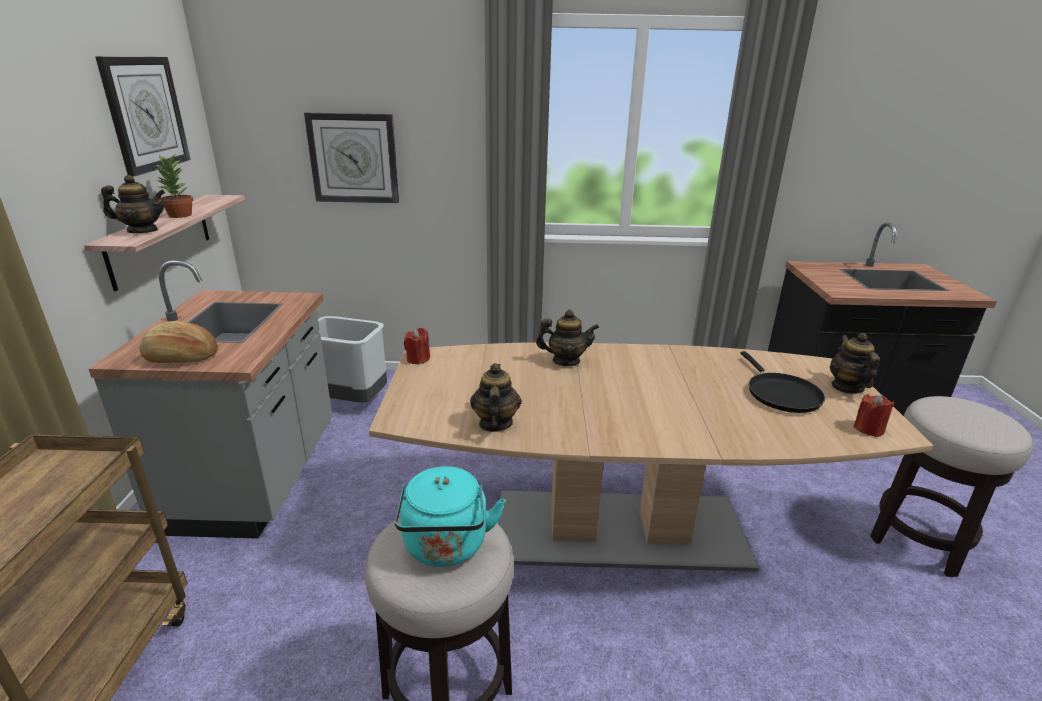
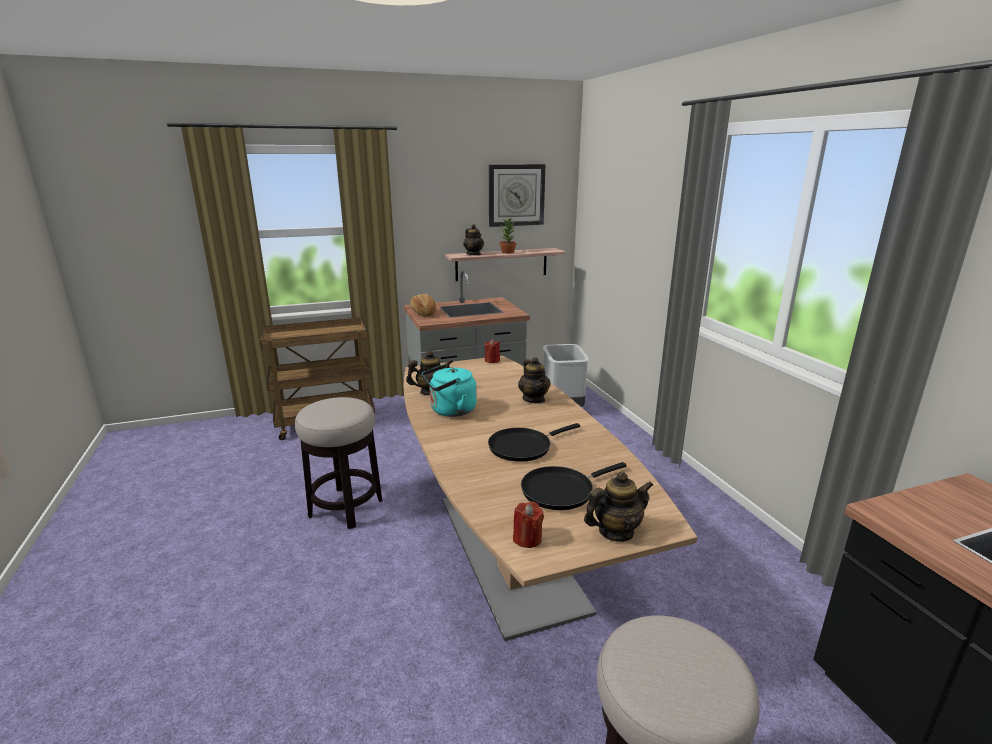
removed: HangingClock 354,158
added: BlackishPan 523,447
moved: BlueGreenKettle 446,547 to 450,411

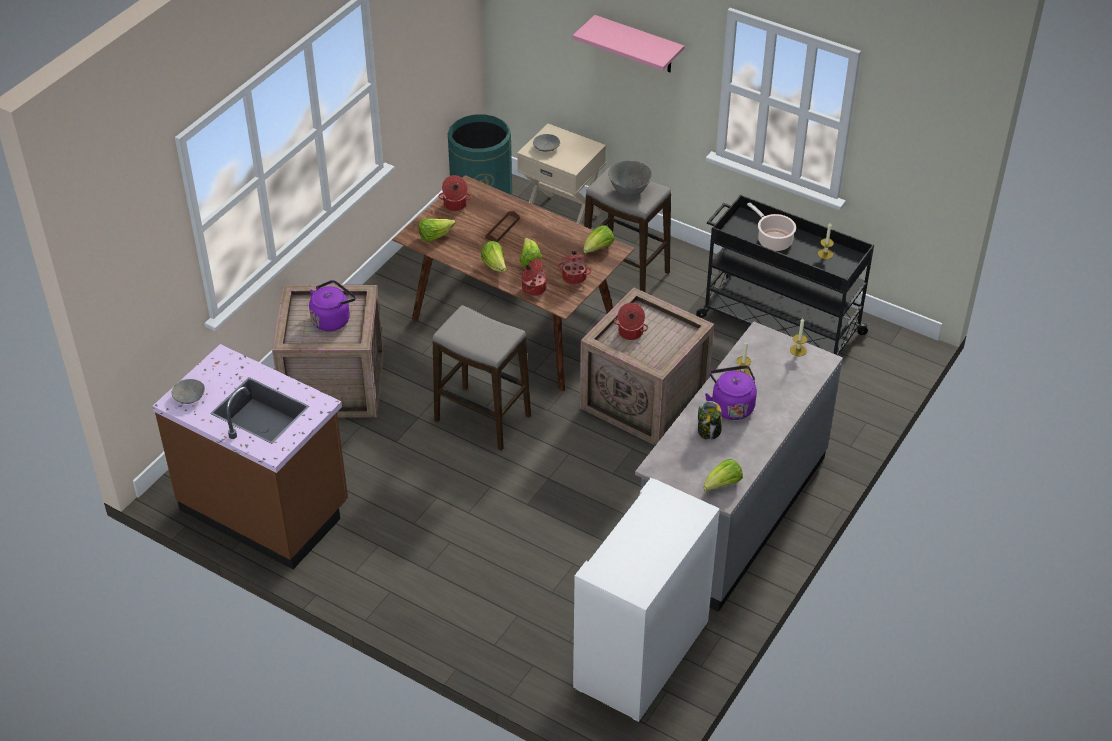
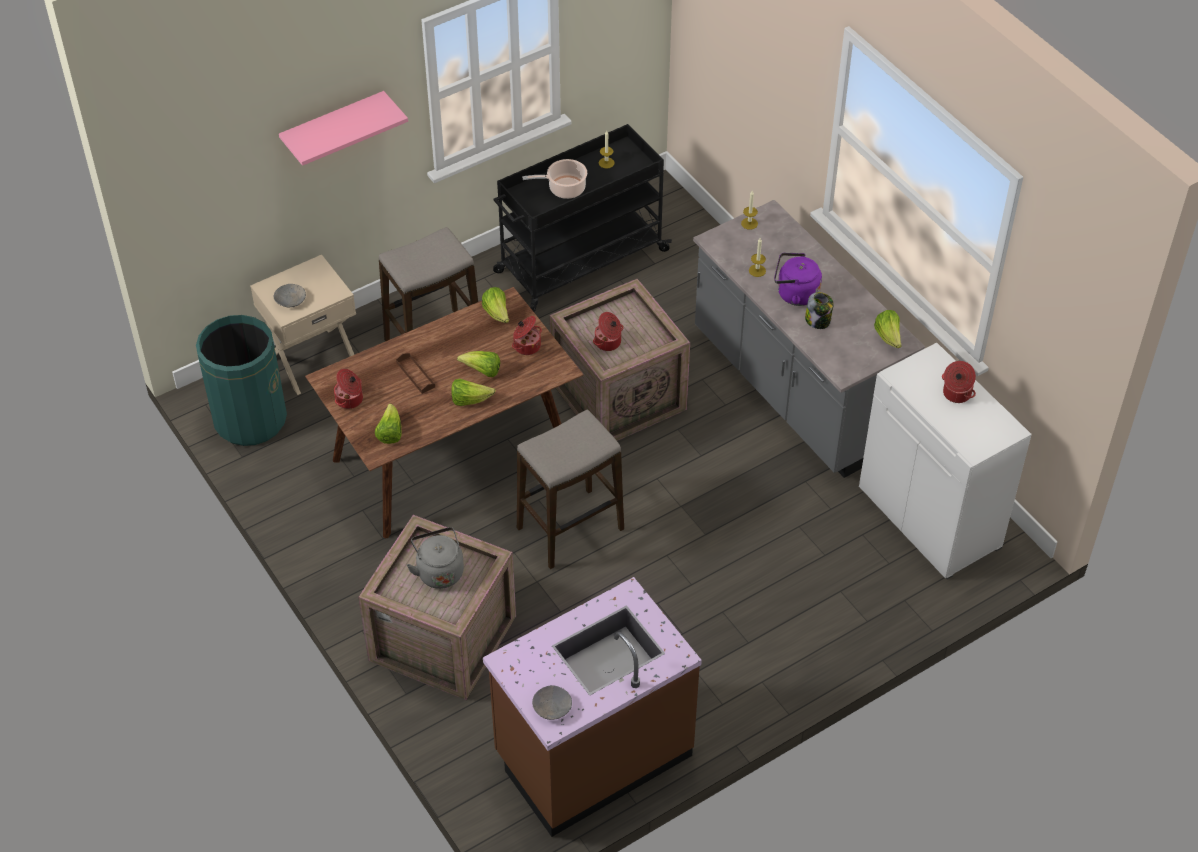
removed: GrayServingBowl 629,190
moved: Stockpot 533,288 to 956,394
recoloured: PurpleColouredKettle 332,319 to GrayKettle 439,571

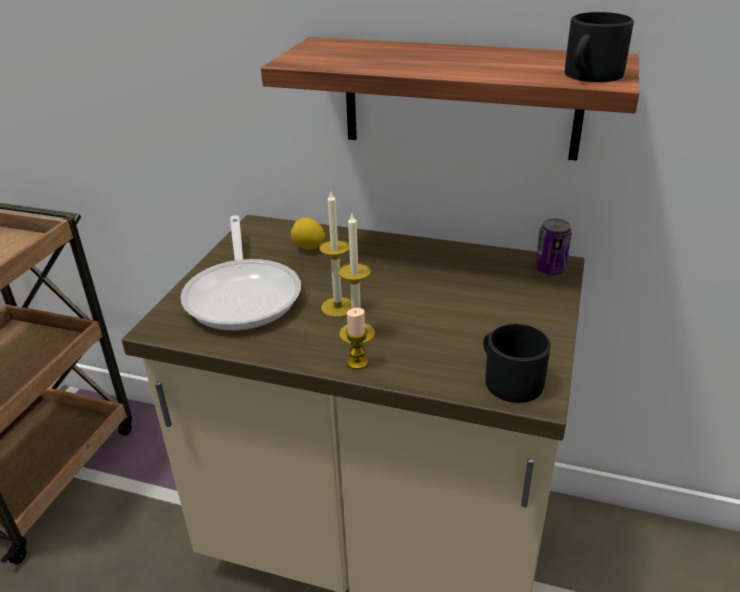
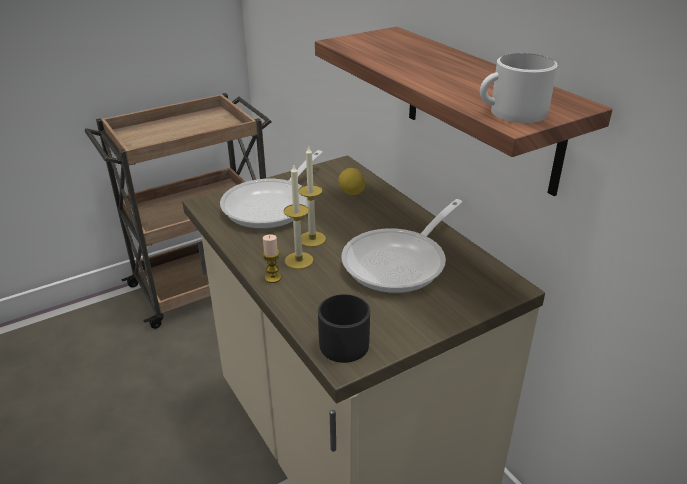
removed: Can 550,269
added: Pan 400,262
recoloured: BlackishMug 590,75 to WhiteMug 511,112

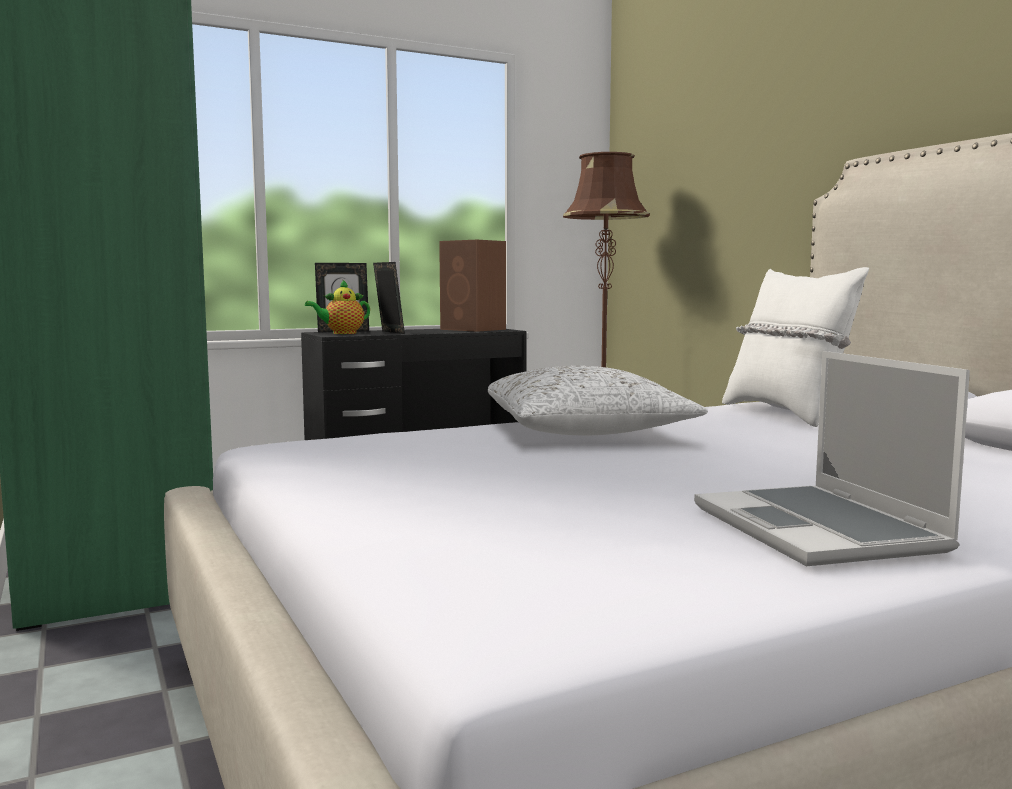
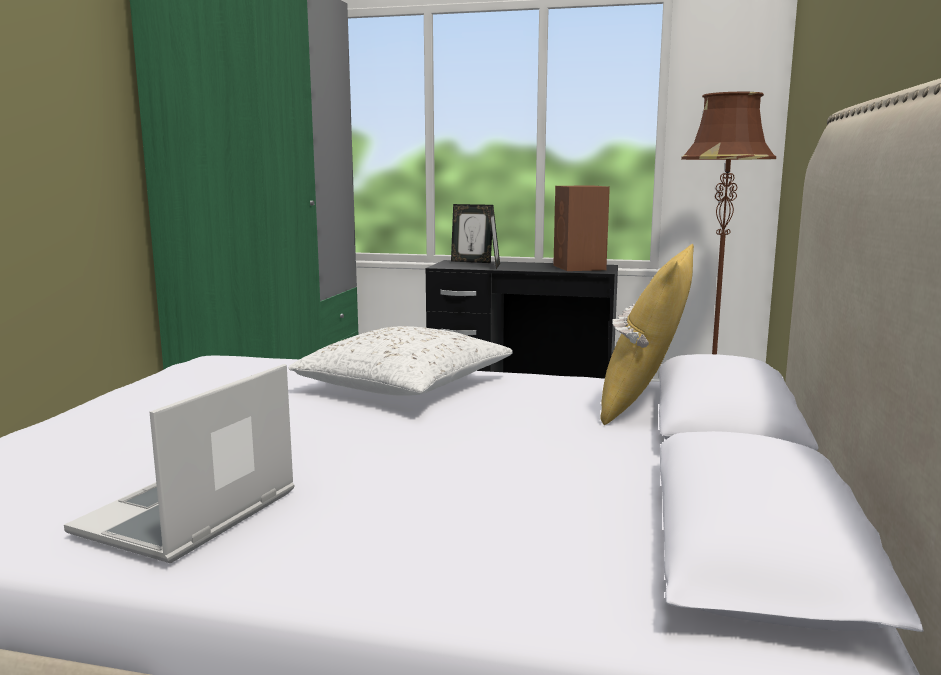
removed: PotForTea 341,333
recoloured: WhiteCushion 786,413 to YellowishCushion 646,403

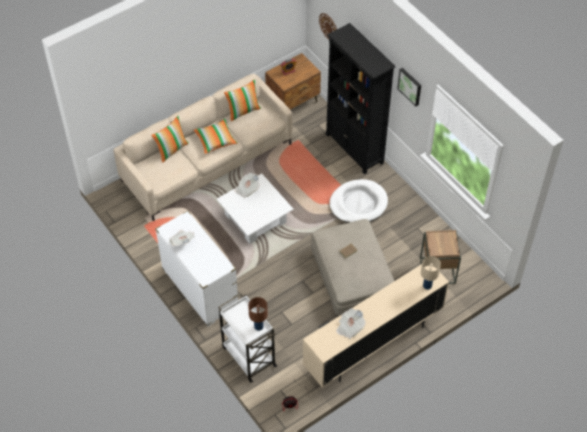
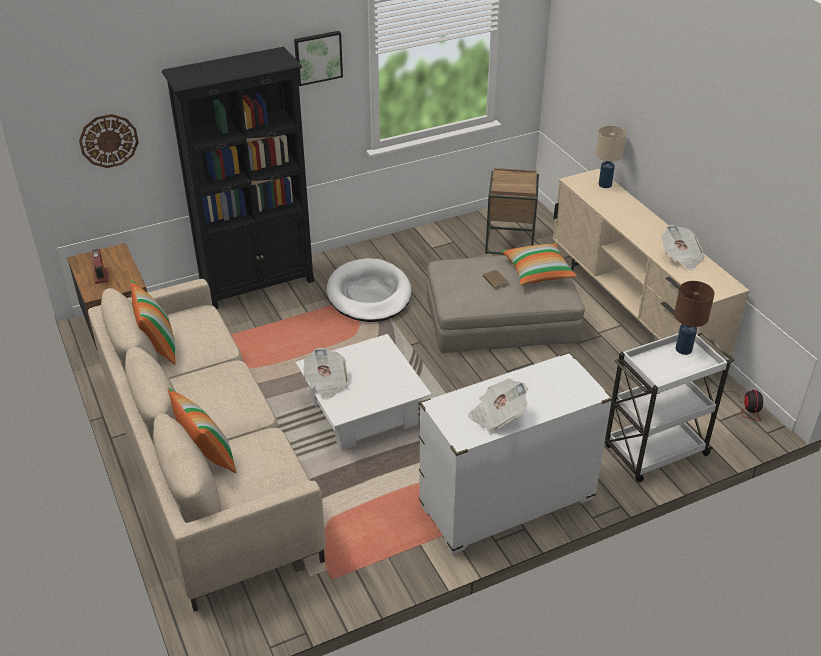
moved: Cushion 215,140 to 537,272

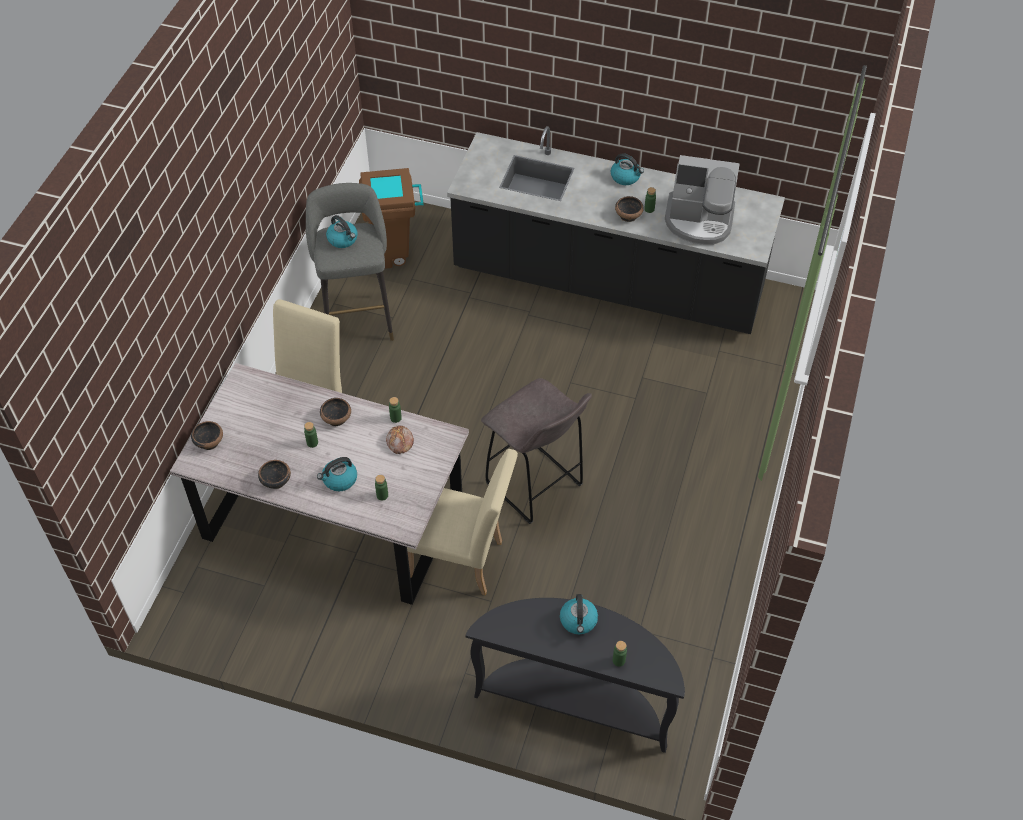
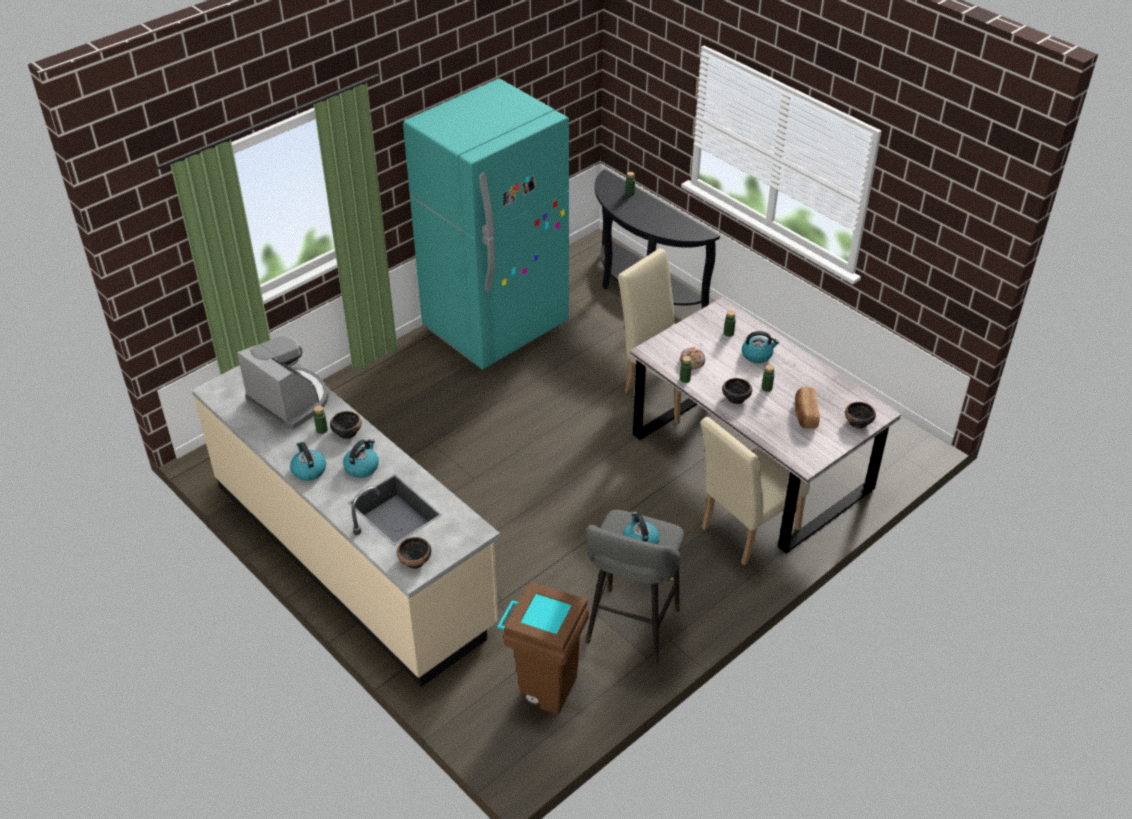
removed: GrayStoolSeat 536,486
added: BlueGreenRefrigerator 496,326; BakeryBread 805,414
moved: ServingBowl 275,481 to 415,560; Kettle 578,621 to 362,467
recoloured: BlackishCounter 608,281 to BeigeColouredCounter 353,553

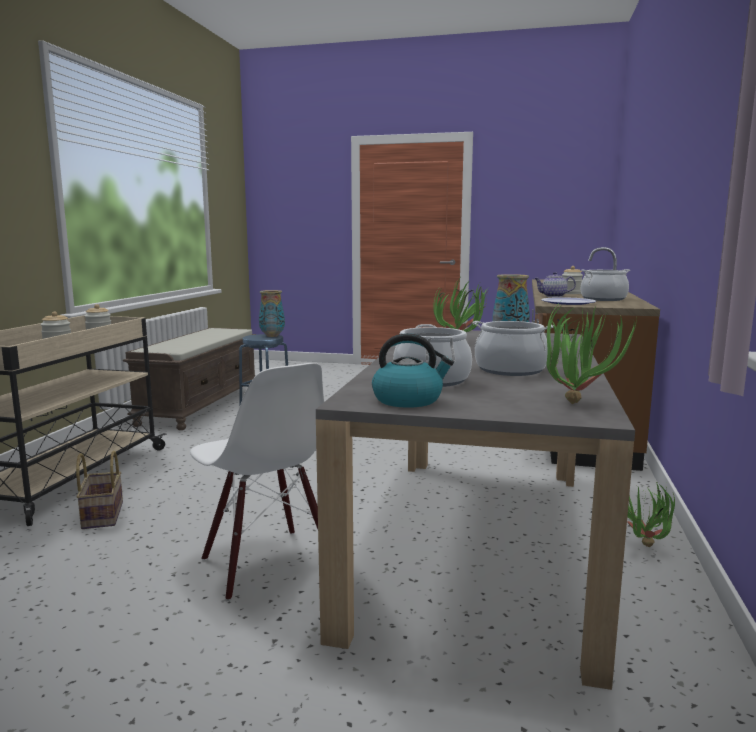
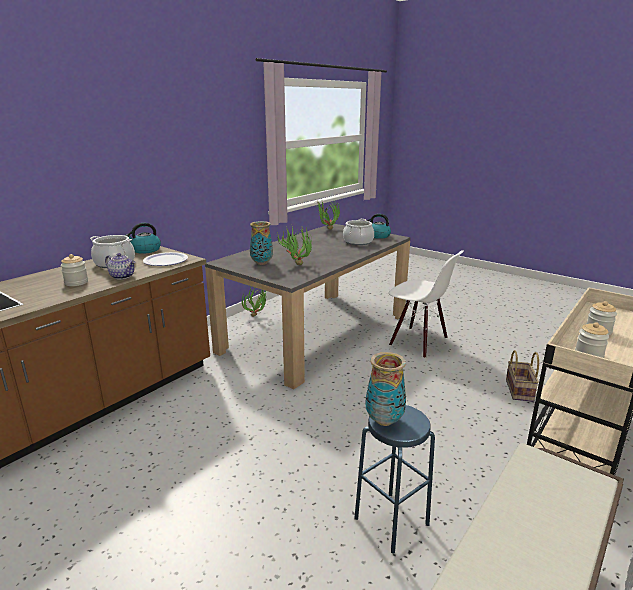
removed: Stockpot 510,370
added: Kettle 145,250
turned: WhiteUprightChair 266,563 = 418,342 135 degrees clockwise

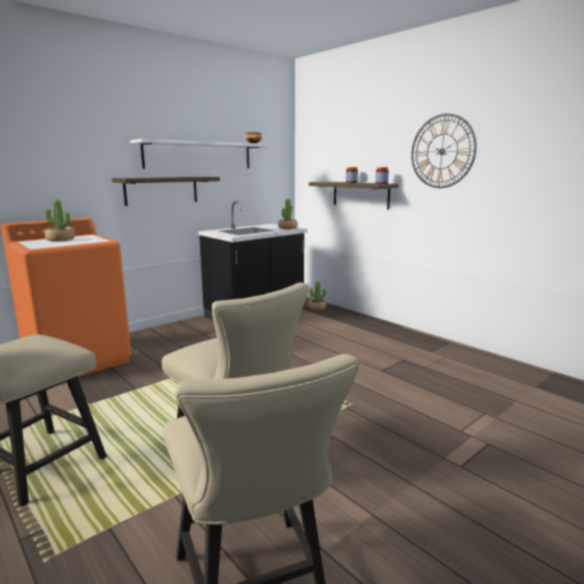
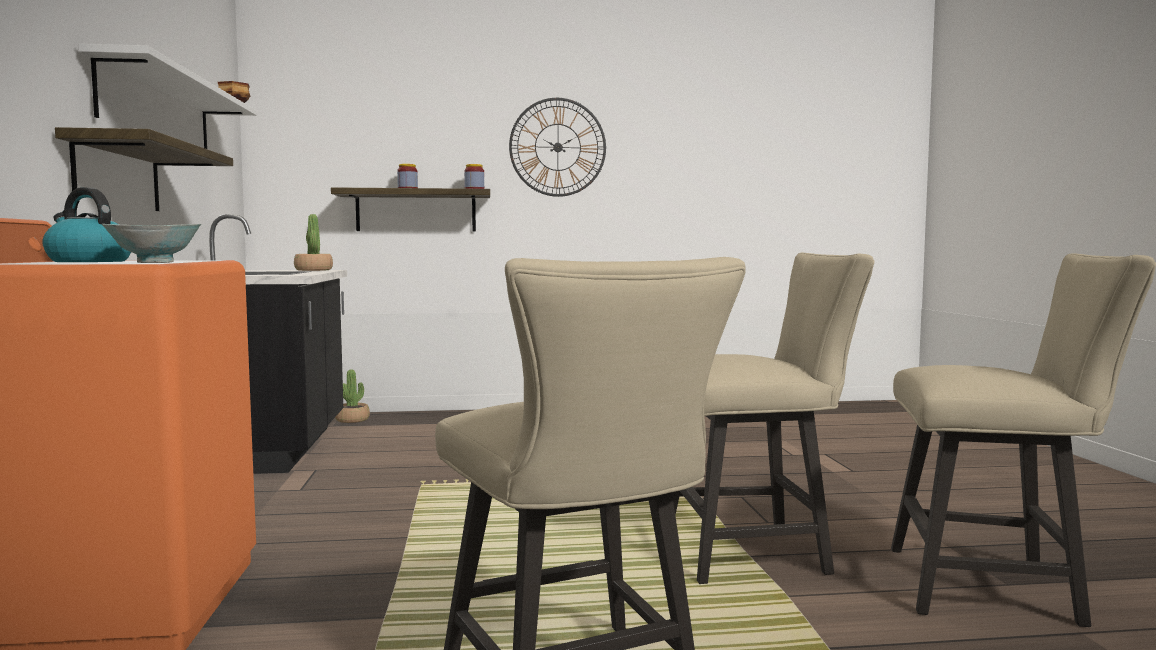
added: ServingBowl 154,262
replaced: PottedPlant 60,240 to Kettle 88,261

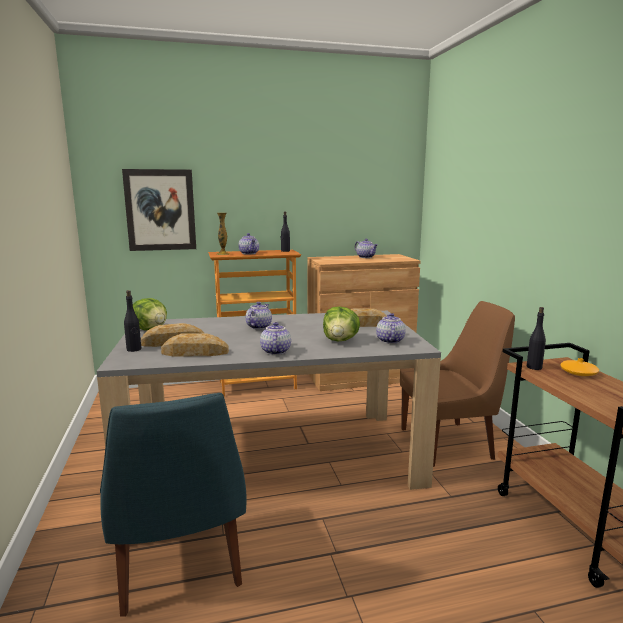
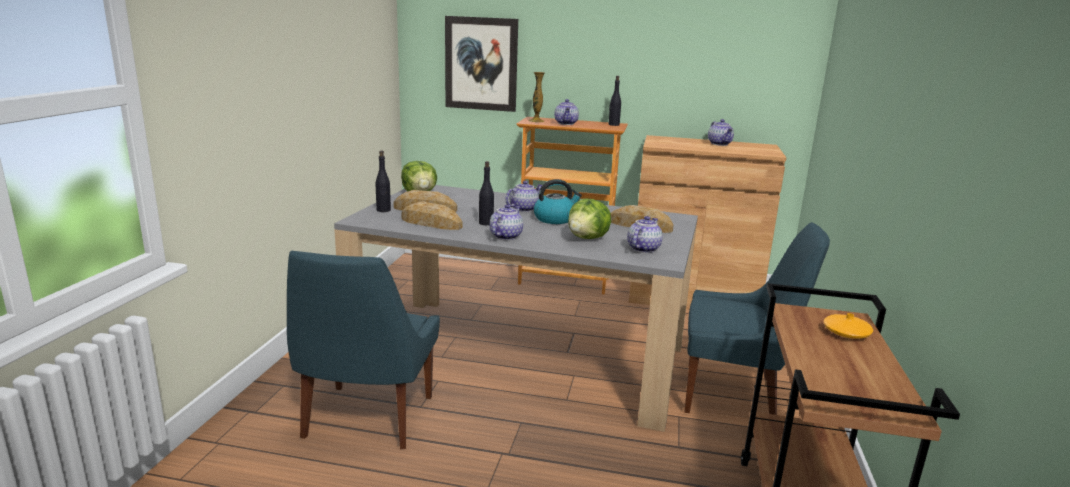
added: Kettle 555,219
moved: BlackishBottle 534,367 to 486,223
recoloured: BrownUprightChair 449,443 to BlueColouredUprightChair 734,396

